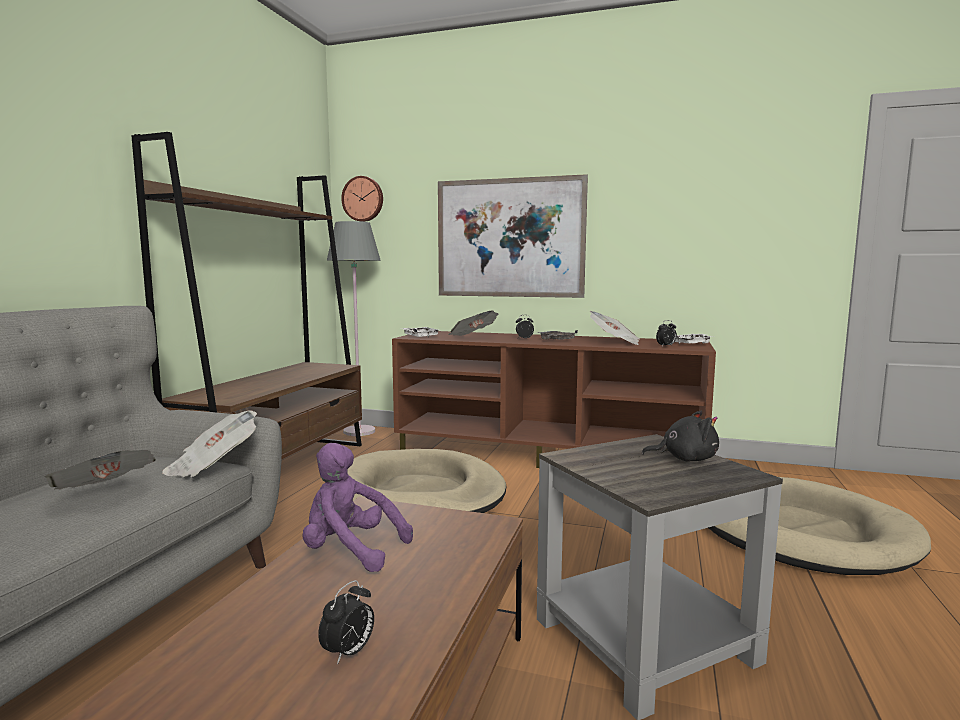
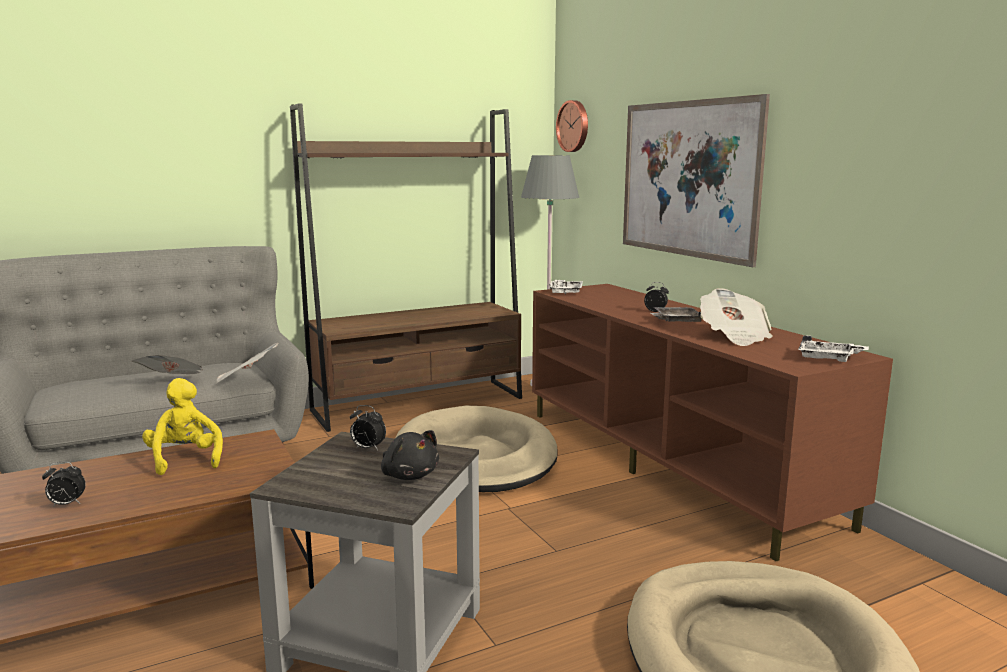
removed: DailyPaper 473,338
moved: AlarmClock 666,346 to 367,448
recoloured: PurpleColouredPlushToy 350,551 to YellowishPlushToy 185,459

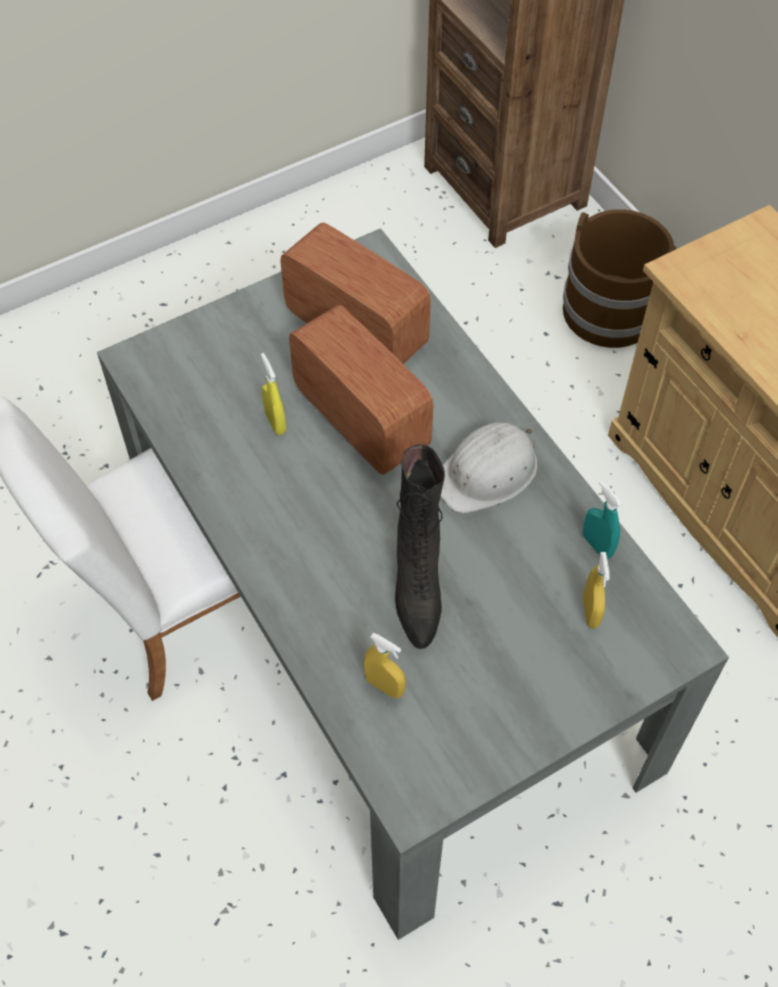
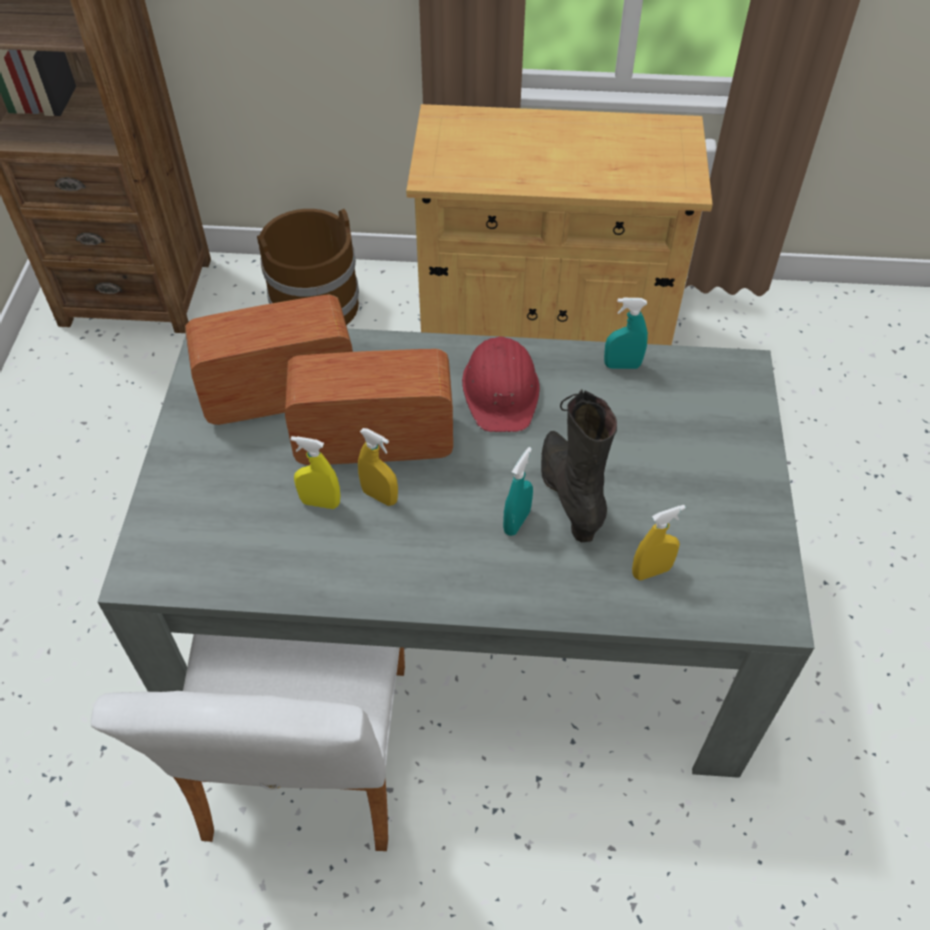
added: BlueGreenHandSprayer 517,522
moved: YellowishHandSprayer 590,612 to 380,496
recoloured: WhiteHardHat 488,472 to ReddishHardHat 501,391
turned: BlackishTallBoot 417,584 = 570,494 135 degrees counterclockwise

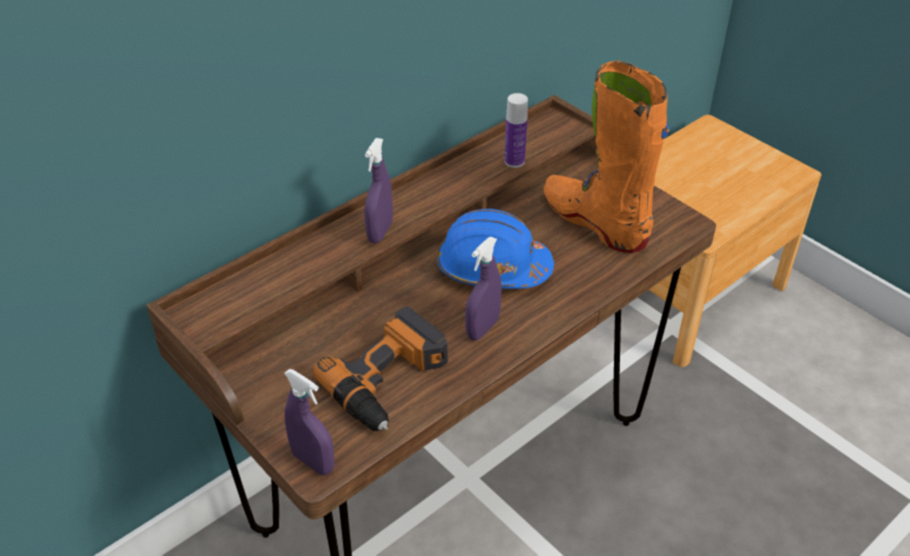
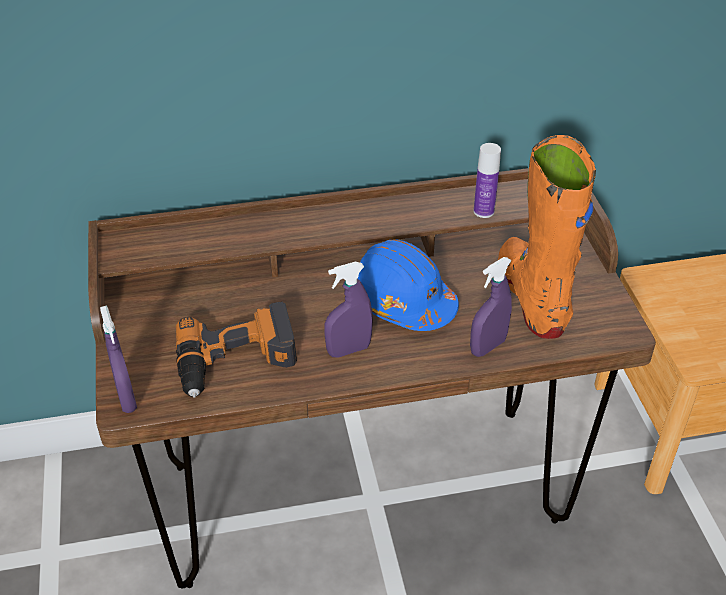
moved: PurpleColouredHandSprayer 380,232 to 488,346

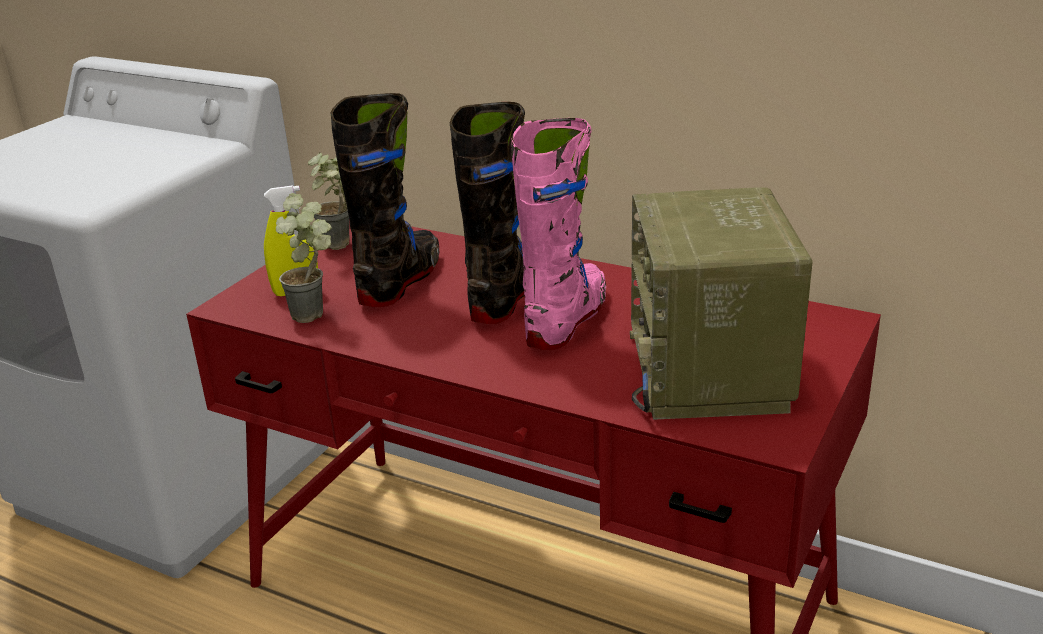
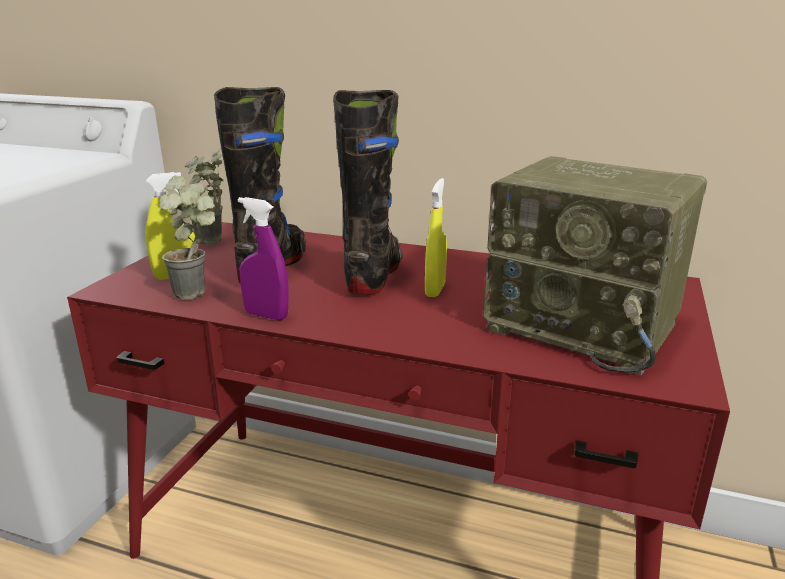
added: PurpleColouredHandSprayer 266,315
replaced: PinkColouredTallBoot 566,320 to YellowishHandSprayer 435,290
turned: Radio 710,372 = 585,326 45 degrees counterclockwise

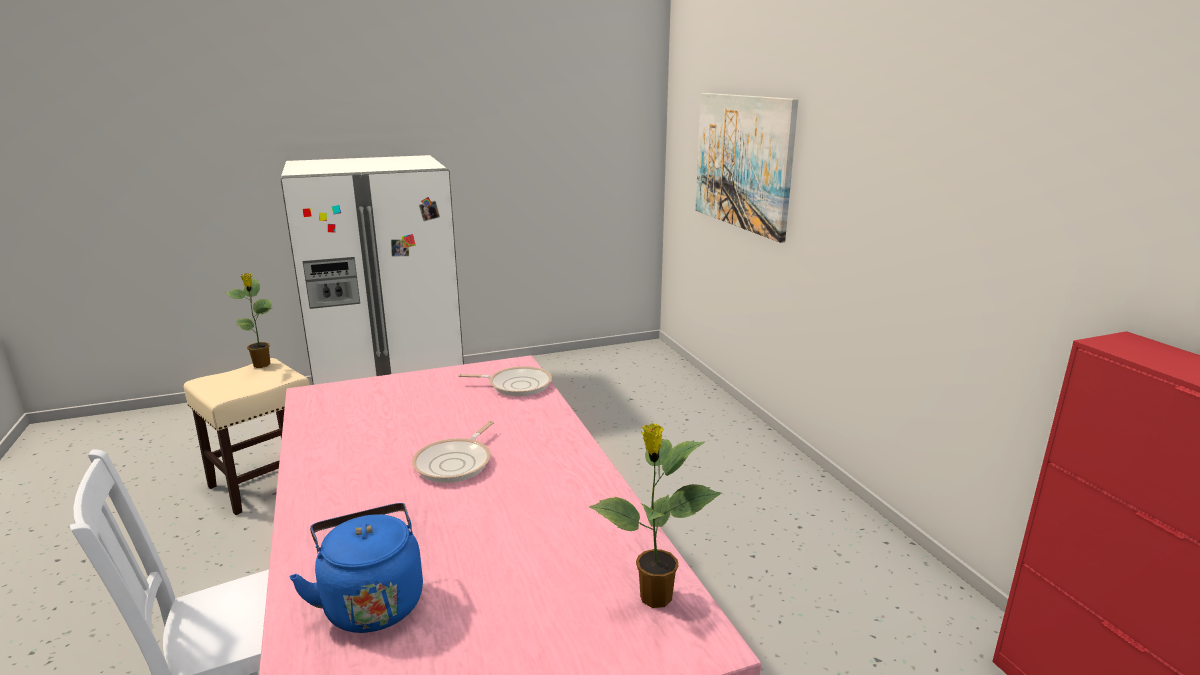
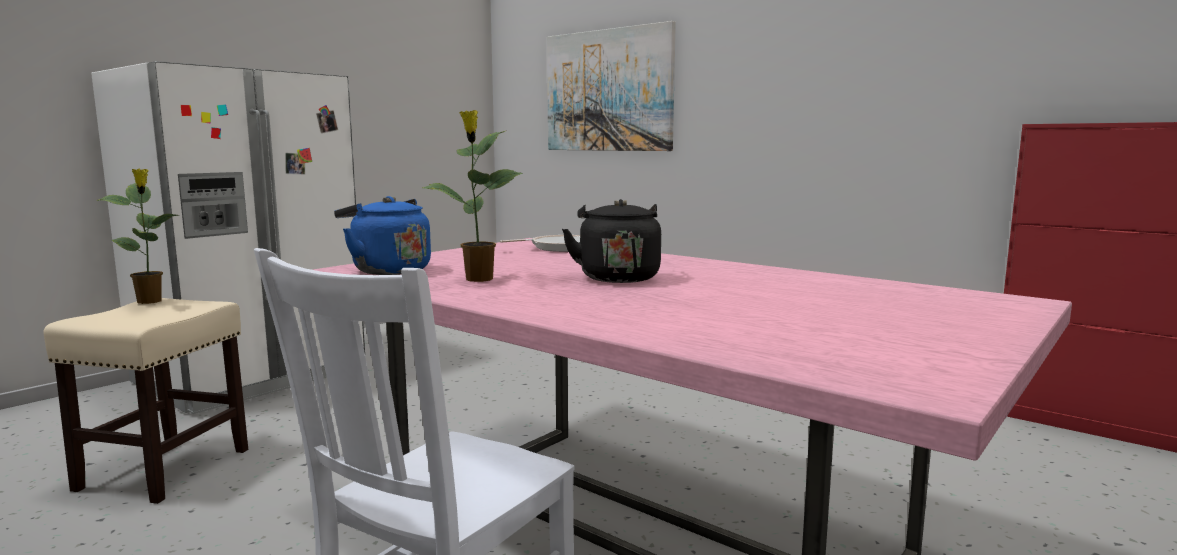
moved: PottedPlant 654,598 to 478,279; BlueColouredKettle 371,602 to 387,270
replaced: Pan 456,463 to BlackishKettle 617,277

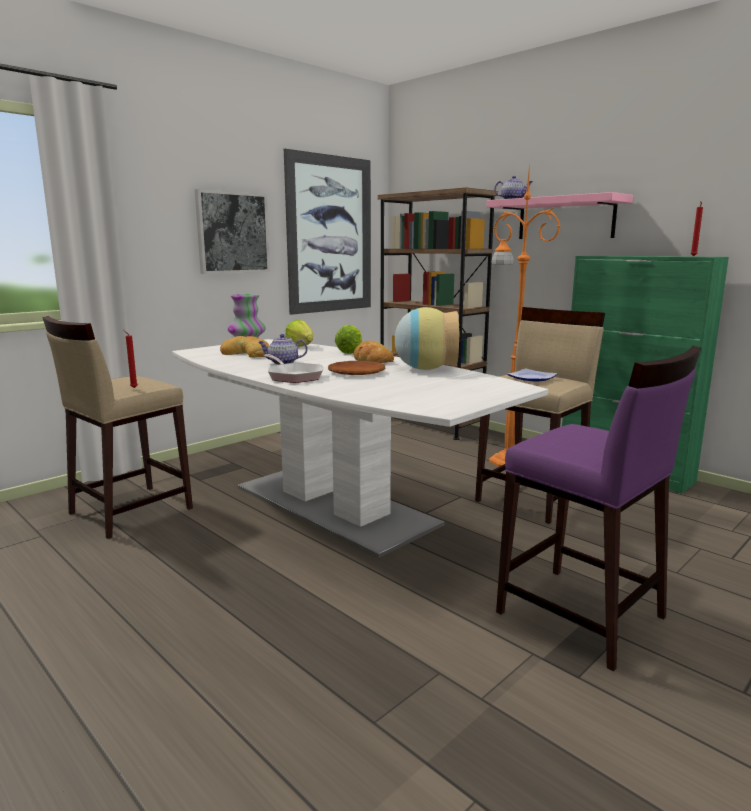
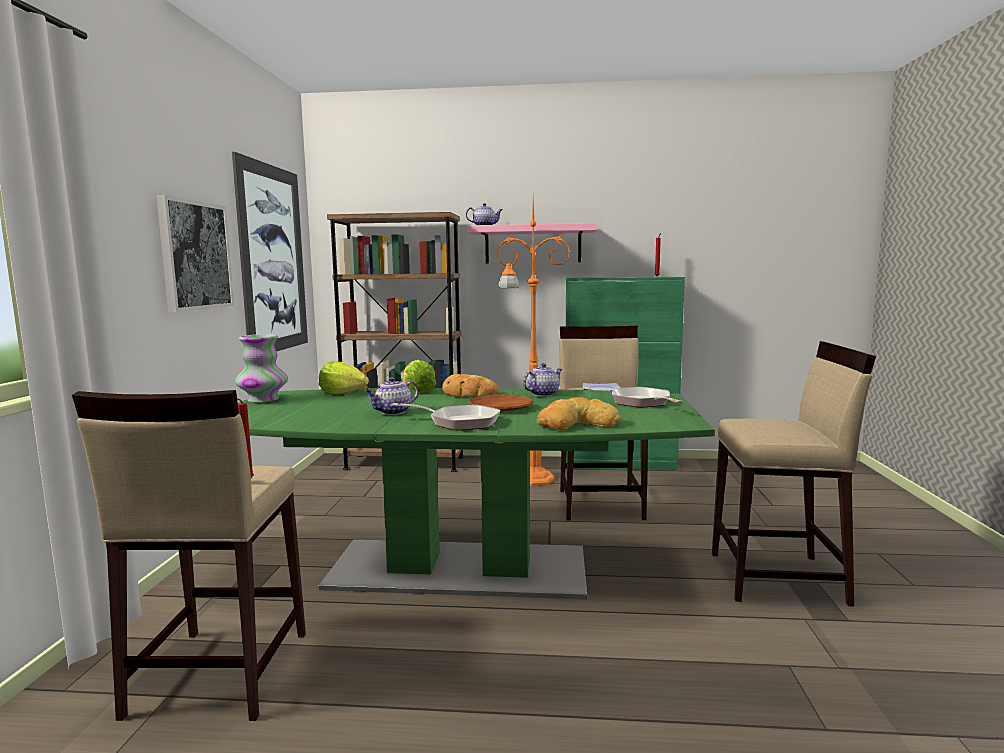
added: Pan 643,403
moved: BakeryBread 247,354 to 576,424
replaced: FlowerVase 426,368 to PotForTea 543,394
recoloured: WhiteDiningTable 334,506 to GreenishDiningTable 460,568; PurpleColouredStoolSeat 581,616 to BeigeColouredStoolSeat 778,578

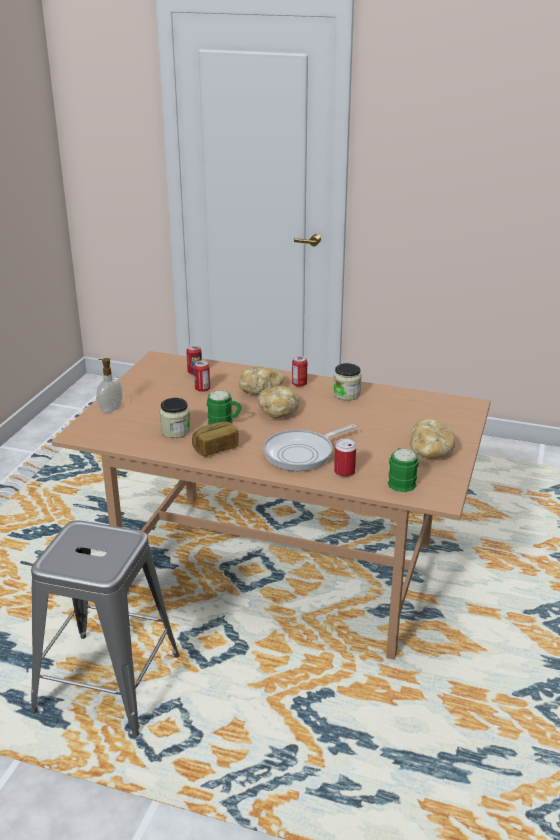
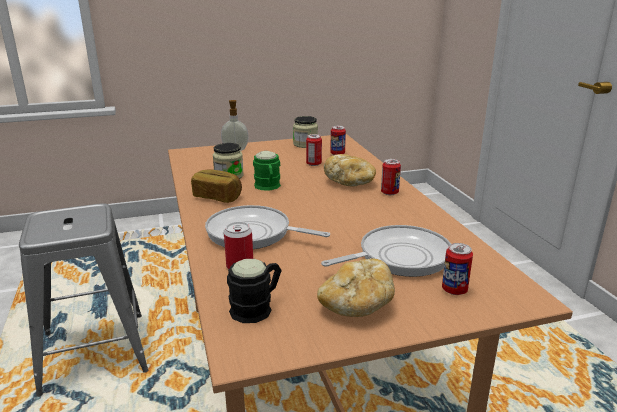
removed: BakeryBread 278,411
added: Pan 399,257; Can 454,290
moved: StorageJar 346,394 to 305,144
recoloured: GreenishMug 400,481 to BlackishMug 257,307

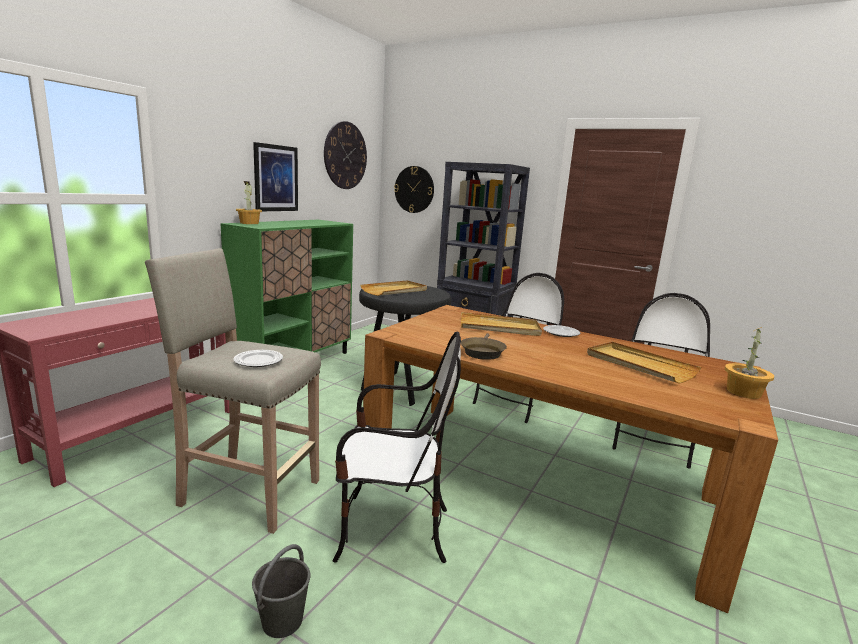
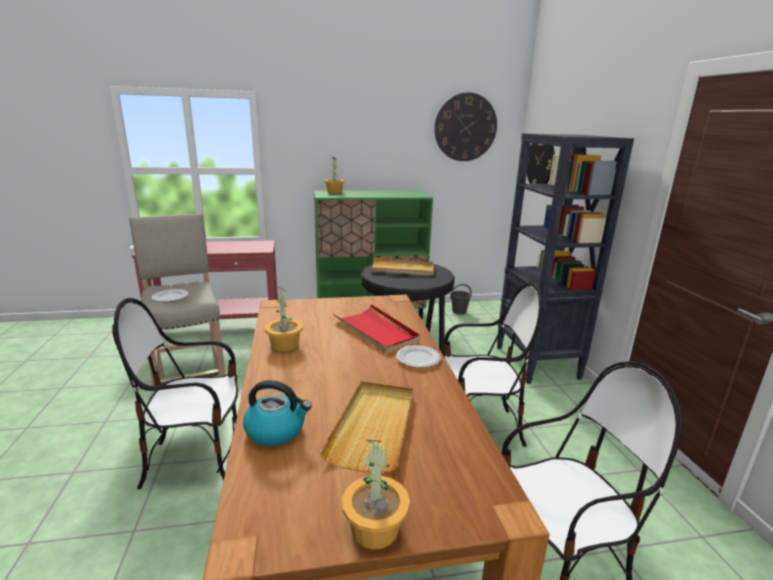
removed: WallArt 276,178
added: Kettle 276,430
moved: GrayBucket 282,621 to 459,311
replaced: BrownPan 482,352 to PottedPlant 284,345
recoloured: BeigeColouredTray 499,327 to ReddishTray 376,330
turned: UprightChair 391,531 = 197,460 120 degrees clockwise

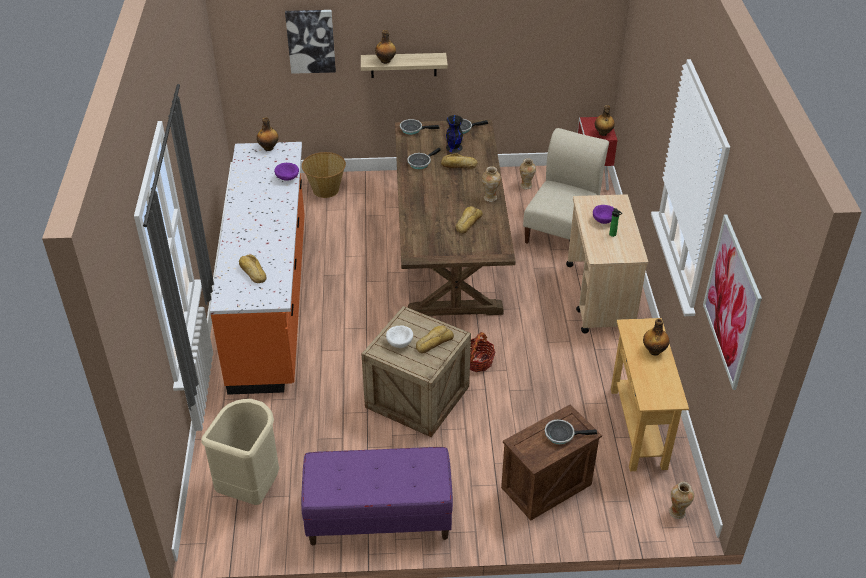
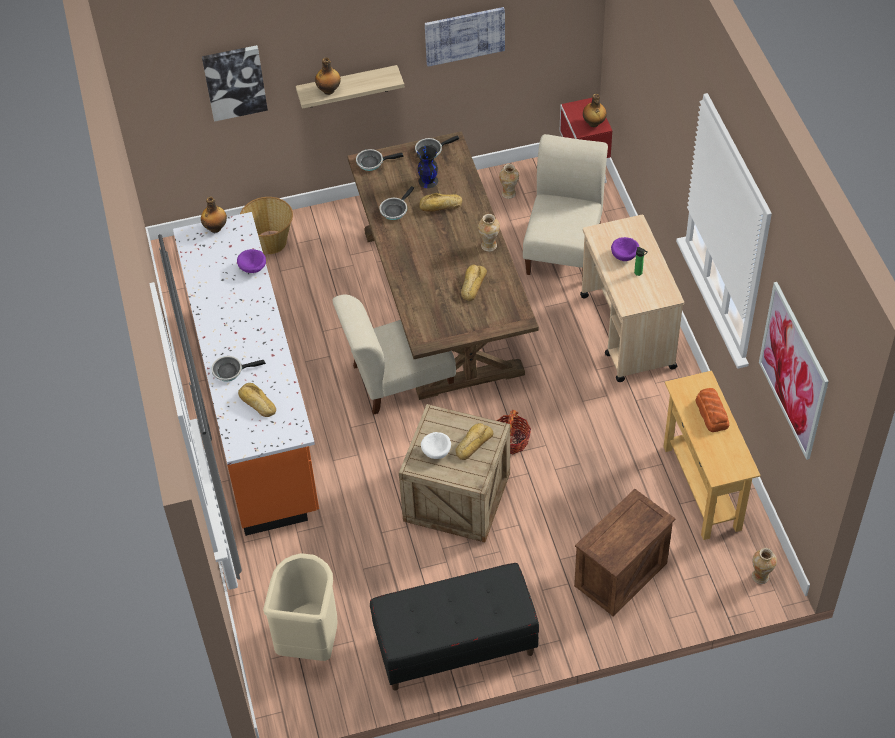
added: WallArt 464,35; BeigeColouredUprightChair 398,379
moved: Pan 562,434 to 230,371
replaced: Bottle 654,350 to BakeryBread 712,412
recoloured: PurpleColouredBench 378,518 to BlackishBench 455,646

